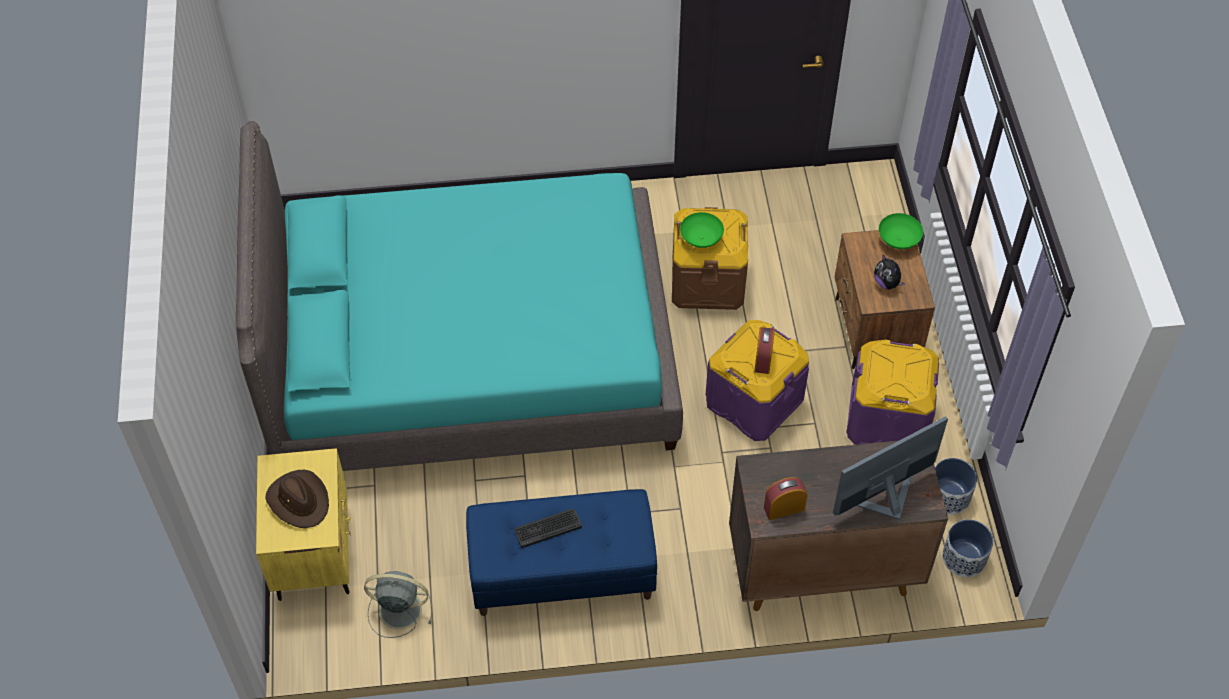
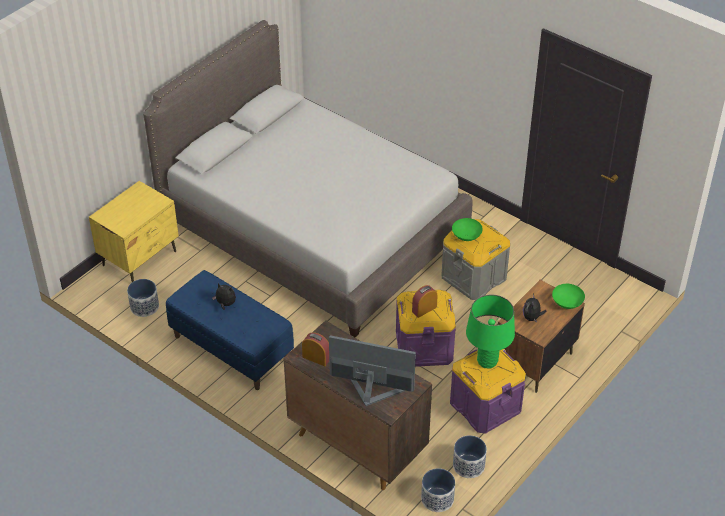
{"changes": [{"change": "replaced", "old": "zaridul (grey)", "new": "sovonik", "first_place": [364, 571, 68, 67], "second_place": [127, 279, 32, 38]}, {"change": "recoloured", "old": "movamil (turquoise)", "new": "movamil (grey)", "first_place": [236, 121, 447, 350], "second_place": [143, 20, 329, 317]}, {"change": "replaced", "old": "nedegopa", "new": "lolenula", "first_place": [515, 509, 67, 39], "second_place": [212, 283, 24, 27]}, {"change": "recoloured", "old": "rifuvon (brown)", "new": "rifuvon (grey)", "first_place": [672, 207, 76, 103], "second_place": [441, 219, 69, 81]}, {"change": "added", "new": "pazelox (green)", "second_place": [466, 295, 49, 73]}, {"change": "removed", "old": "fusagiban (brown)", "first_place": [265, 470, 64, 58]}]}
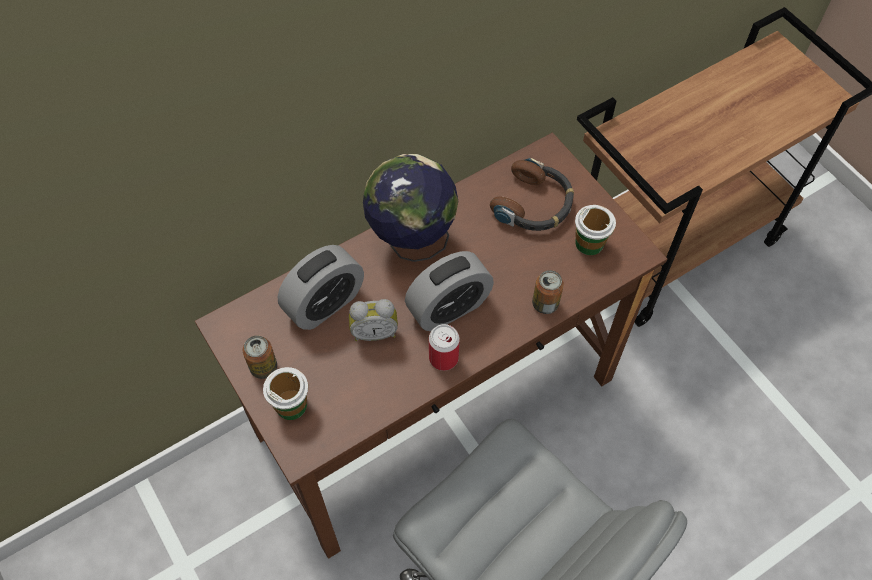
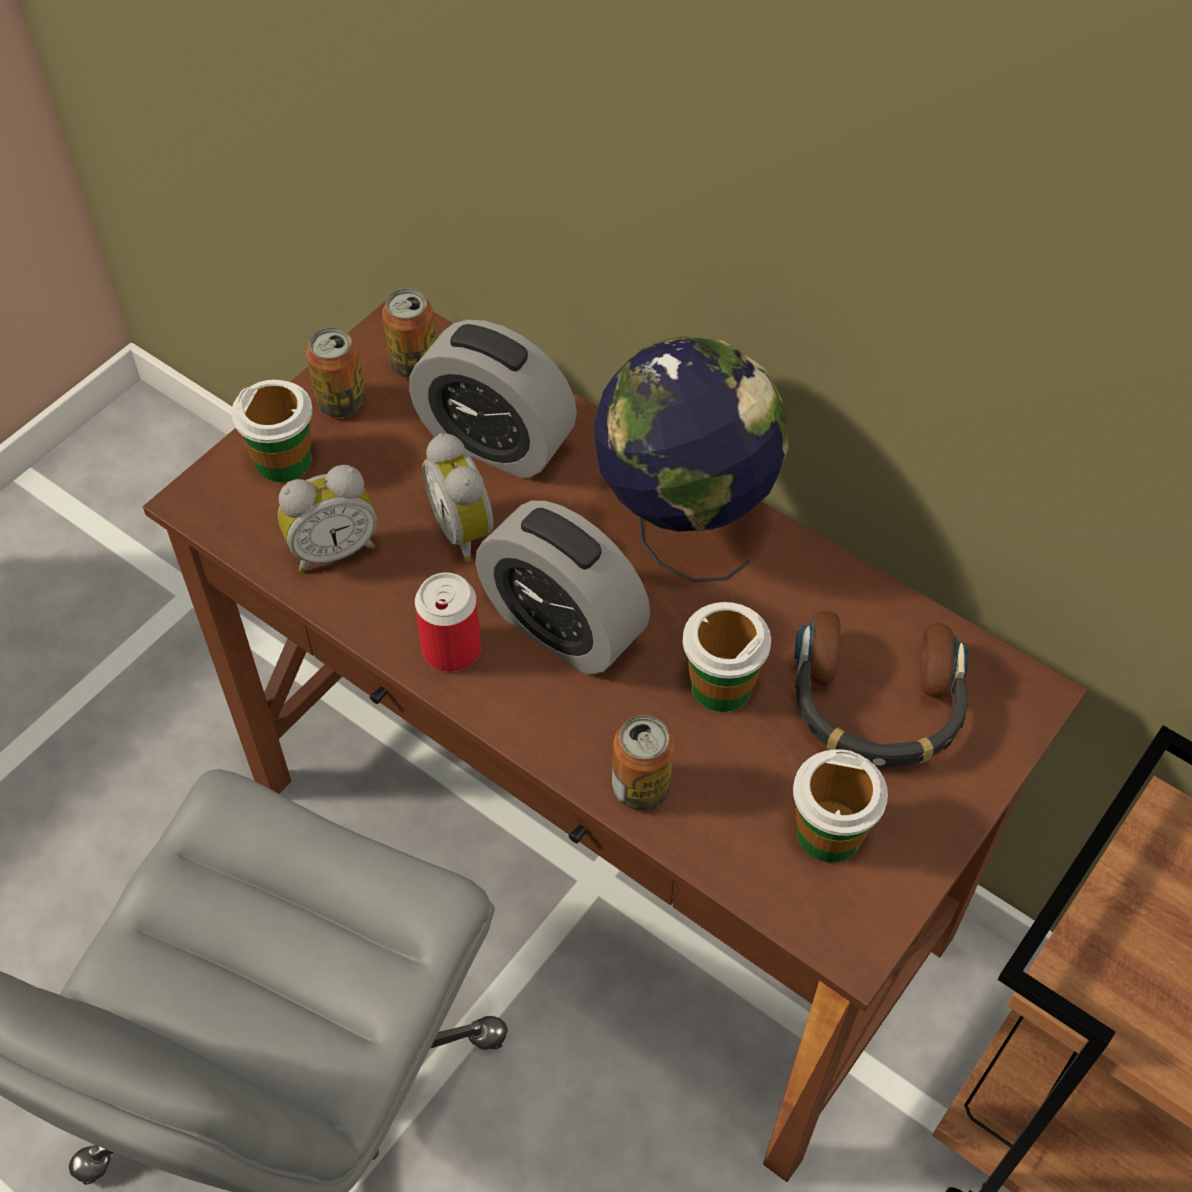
{"changes": [{"change": "added", "new": "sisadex", "second_place": [278, 465, 99, 108]}, {"change": "added", "new": "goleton", "second_place": [382, 288, 54, 90]}, {"change": "added", "new": "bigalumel", "second_place": [683, 602, 88, 110]}]}
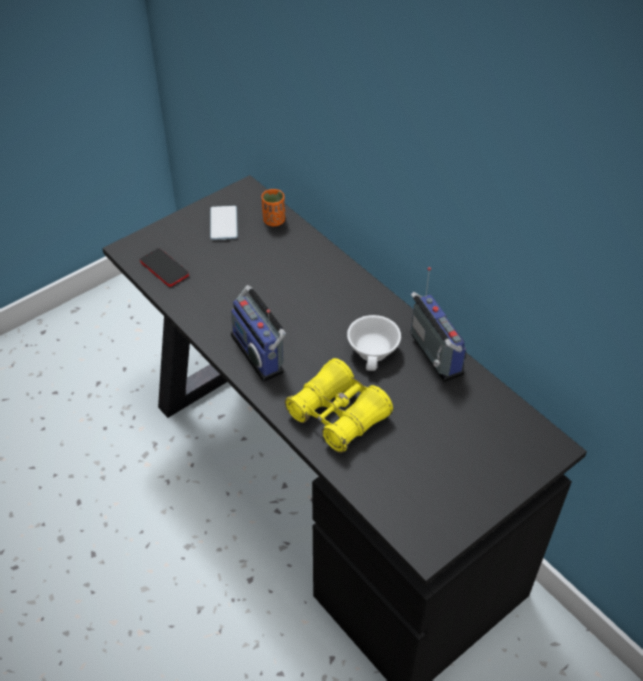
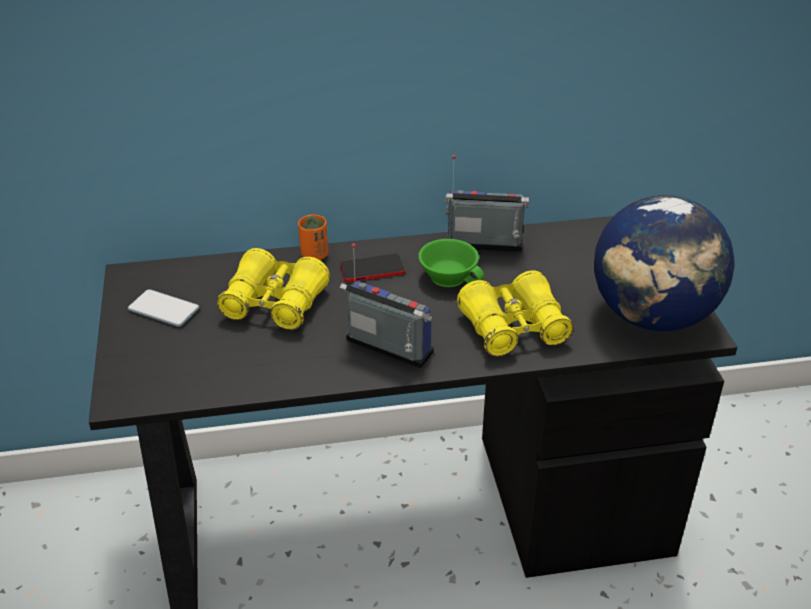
{"changes": [{"change": "added", "new": "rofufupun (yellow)", "second_place": [217, 248, 113, 82]}, {"change": "moved", "old": "bigalumel (orange)", "first_place": [262, 189, 23, 37], "second_place": [298, 215, 30, 45]}, {"change": "moved", "old": "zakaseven", "first_place": [140, 248, 49, 39], "second_place": [339, 254, 66, 28]}, {"change": "turned", "old": "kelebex", "first_place": [231, 285, 55, 97], "second_place": [340, 243, 94, 125], "degrees": -150}, {"change": "recoloured", "old": "bigalumel (white)", "new": "bigalumel (green)", "first_place": [347, 315, 54, 56], "second_place": [418, 239, 66, 48]}, {"change": "added", "new": "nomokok", "second_place": [594, 195, 140, 136]}]}
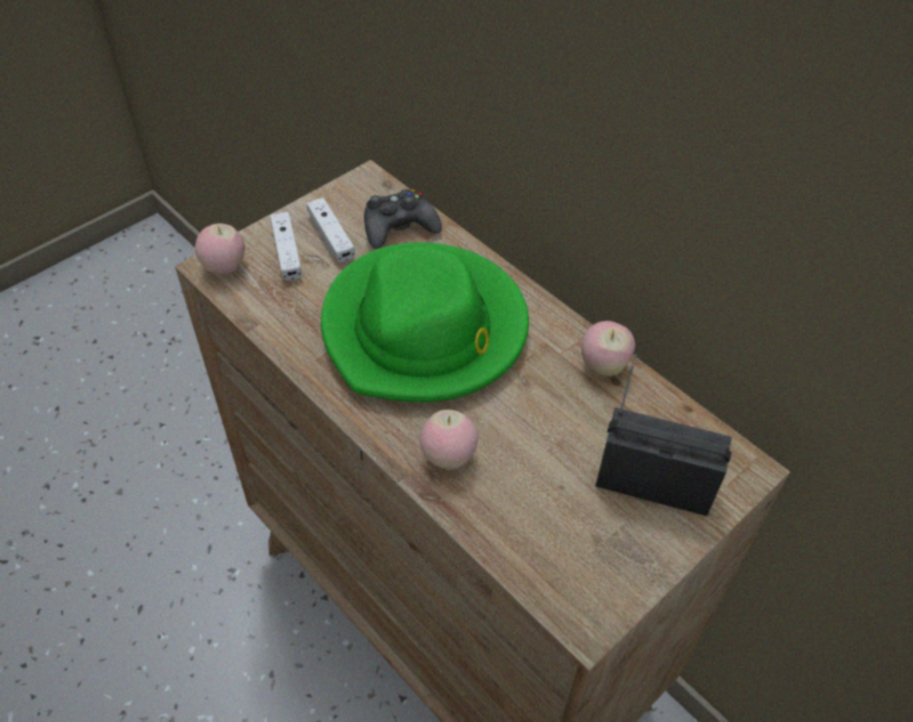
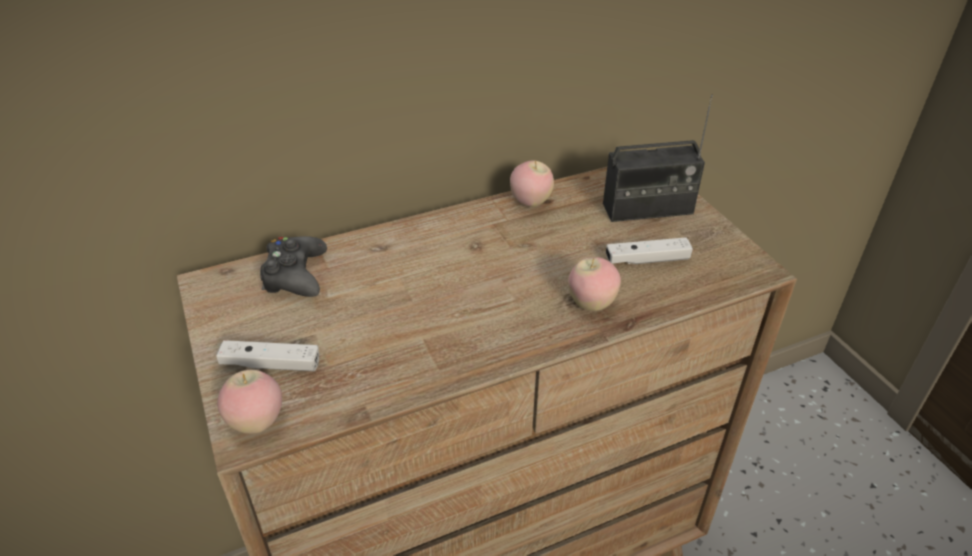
{"changes": [{"change": "turned", "old": "kelebex", "first_place": [595, 354, 137, 162], "second_place": [603, 95, 110, 127], "degrees": -135}, {"change": "moved", "old": "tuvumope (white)", "first_place": [307, 198, 48, 65], "second_place": [606, 237, 87, 27]}, {"change": "removed", "old": "fusagiban (green)", "first_place": [321, 242, 208, 160]}]}
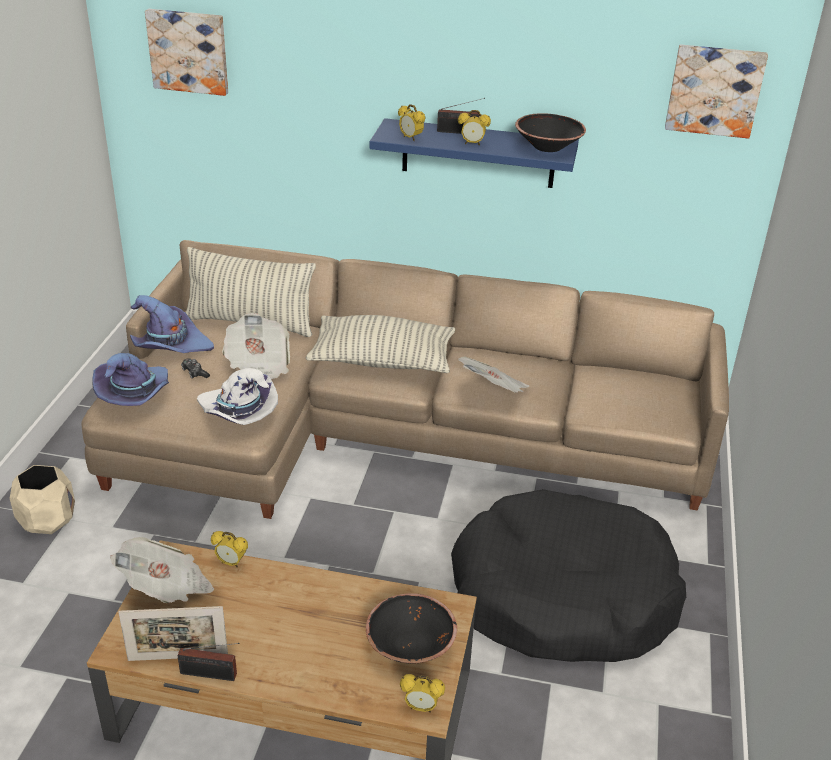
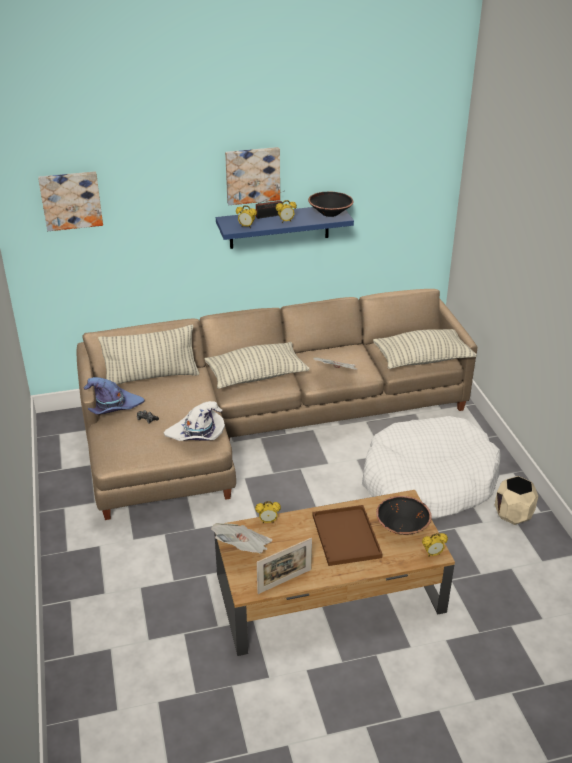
{"changes": [{"change": "moved", "old": "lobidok", "first_place": [665, 44, 103, 94], "second_place": [225, 147, 55, 58]}, {"change": "added", "new": "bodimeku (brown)", "second_place": [312, 505, 71, 61]}, {"change": "recoloured", "old": "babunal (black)", "new": "babunal (white)", "first_place": [451, 489, 235, 173], "second_place": [362, 416, 139, 103]}, {"change": "added", "new": "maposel", "second_place": [373, 329, 104, 40]}, {"change": "moved", "old": "sovonik (beige)", "first_place": [10, 465, 65, 69], "second_place": [495, 476, 43, 49]}, {"change": "removed", "old": "fusagiban (purple)", "first_place": [92, 353, 77, 53]}, {"change": "removed", "old": "kelebex", "first_place": [178, 643, 62, 38]}, {"change": "removed", "old": "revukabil", "first_place": [222, 313, 68, 66]}]}
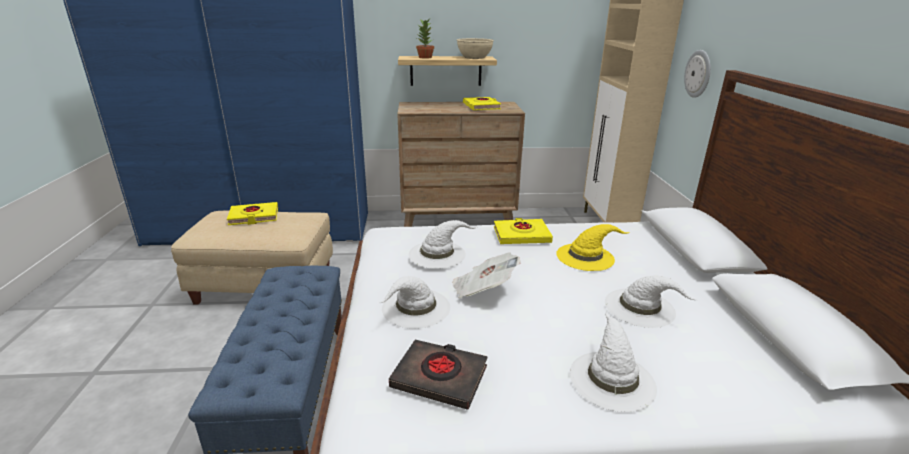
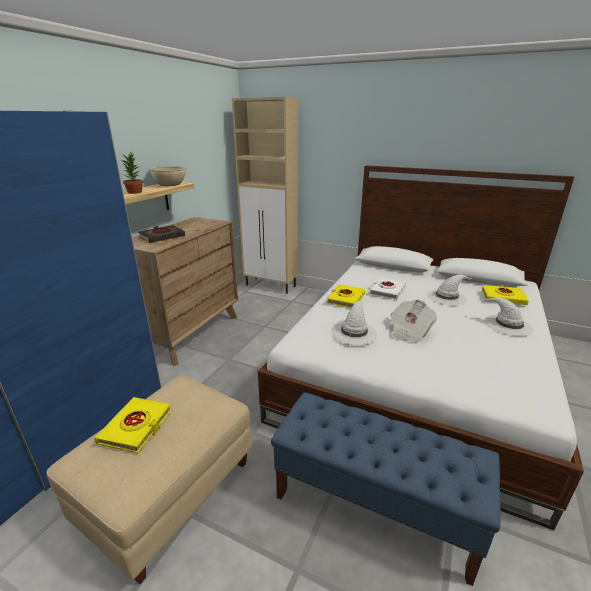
{"changes": [{"change": "moved", "old": "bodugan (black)", "first_place": [389, 340, 98, 70], "second_place": [138, 225, 47, 18]}, {"change": "replaced", "old": "fusagiban (yellow)", "new": "bodugan (white)", "first_place": [556, 224, 74, 47], "second_place": [369, 277, 37, 23]}, {"change": "moved", "old": "bodugan (yellow)", "first_place": [463, 97, 38, 13], "second_place": [482, 285, 47, 20]}, {"change": "removed", "old": "fusagiban (white)", "first_place": [380, 276, 70, 53]}, {"change": "removed", "old": "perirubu", "first_place": [684, 50, 27, 48]}]}
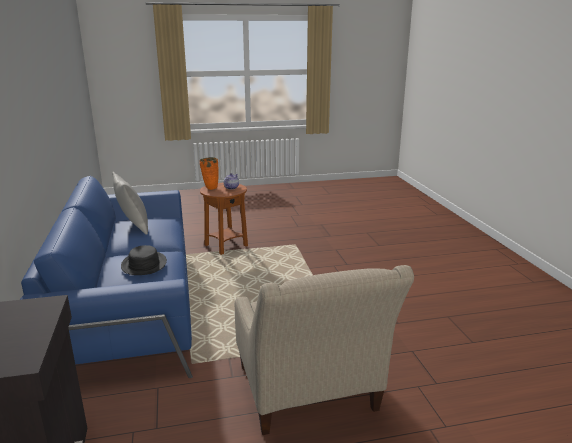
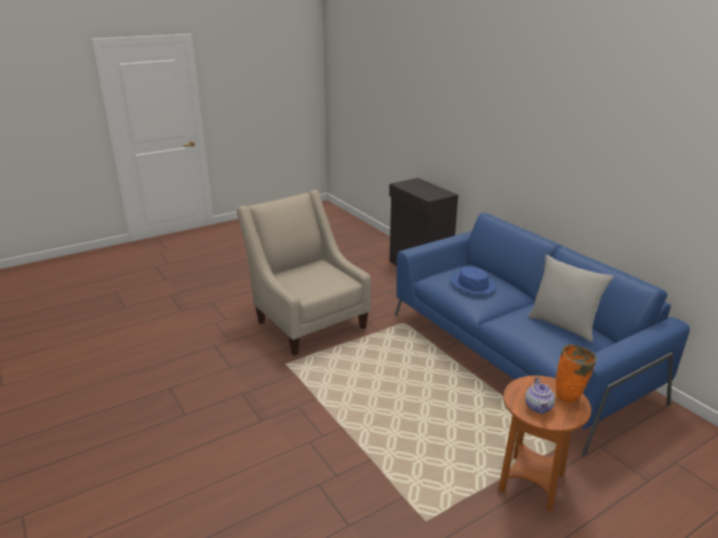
{"changes": [{"change": "recoloured", "old": "fusagiban (black)", "new": "fusagiban (blue)", "first_place": [121, 245, 46, 30], "second_place": [450, 267, 47, 27]}]}
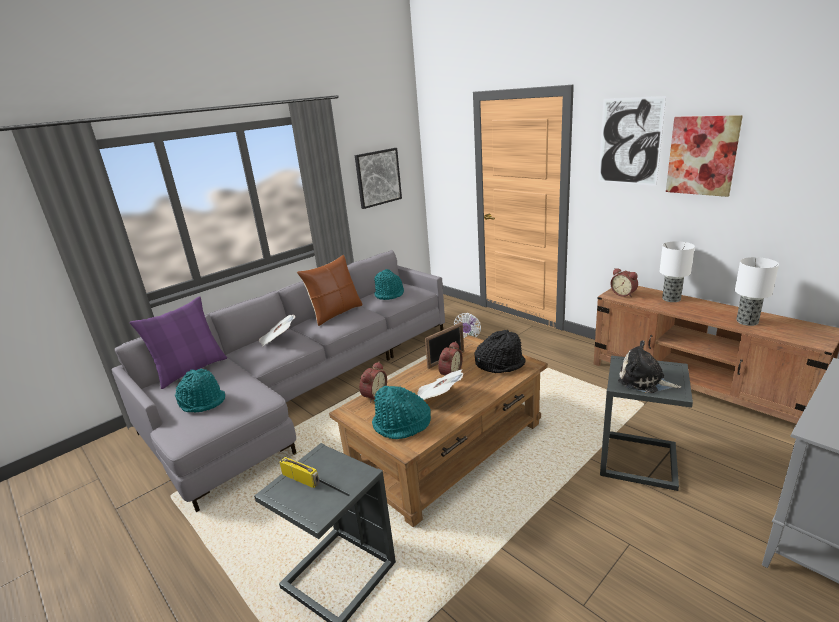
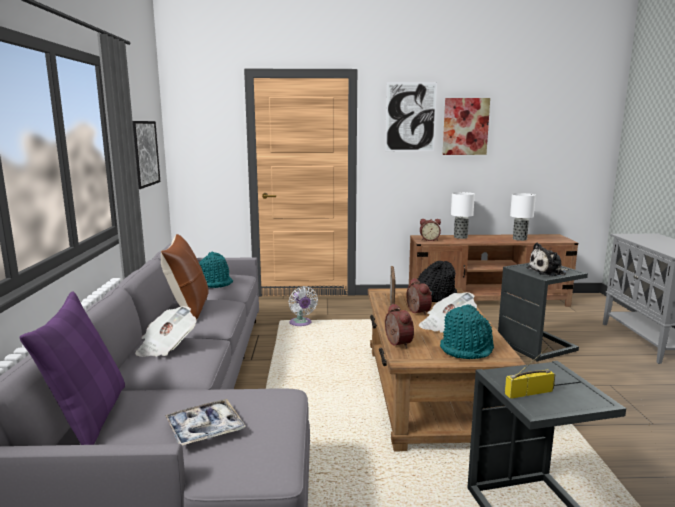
{"changes": [{"change": "replaced", "old": "fusagiban (turquoise)", "new": "bodimeku", "first_place": [175, 369, 50, 44], "second_place": [165, 399, 81, 46]}]}
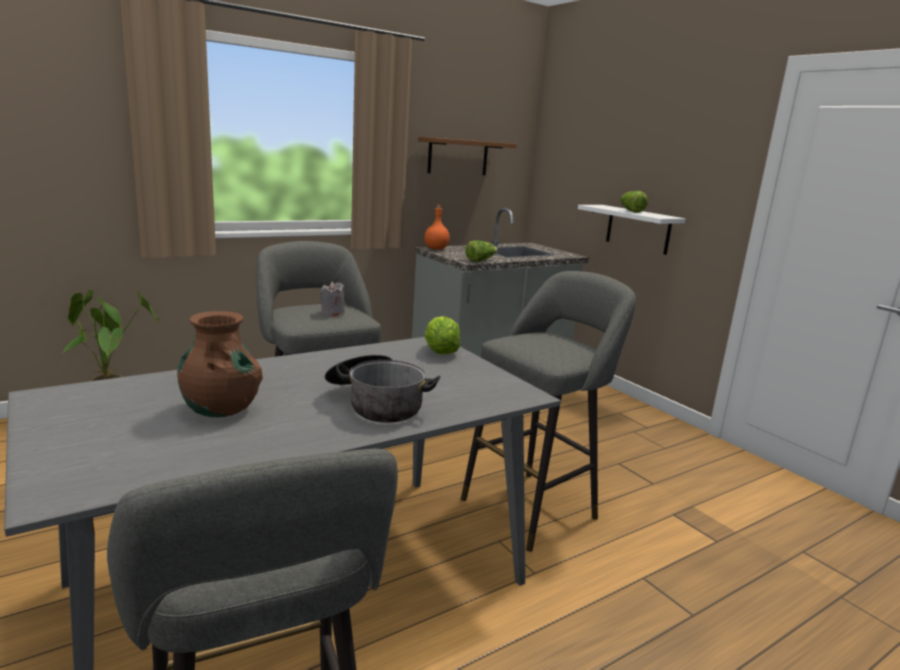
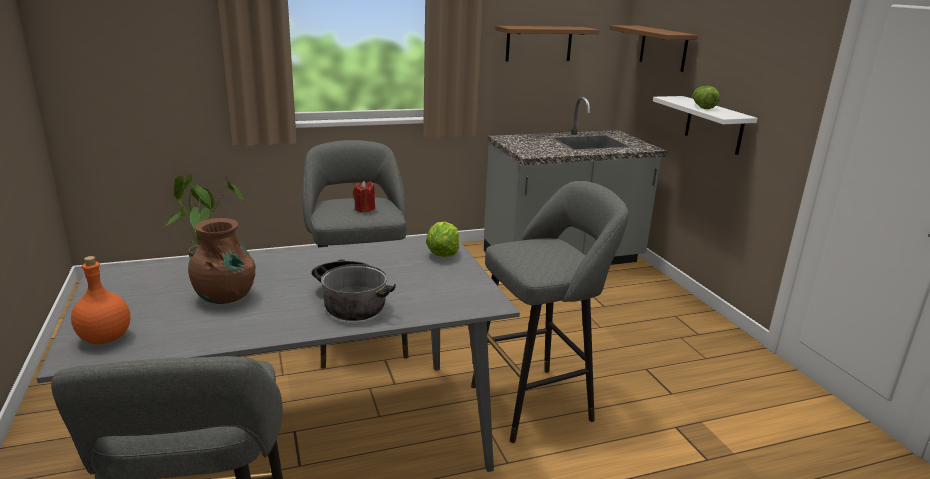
{"changes": [{"change": "moved", "old": "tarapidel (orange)", "first_place": [424, 205, 26, 45], "second_place": [71, 256, 59, 89]}, {"change": "recoloured", "old": "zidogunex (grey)", "new": "zidogunex (red)", "first_place": [320, 281, 25, 35], "second_place": [353, 181, 22, 31]}, {"change": "added", "new": "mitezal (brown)", "second_place": [609, 25, 89, 47]}, {"change": "removed", "old": "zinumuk", "first_place": [465, 241, 32, 21]}]}
